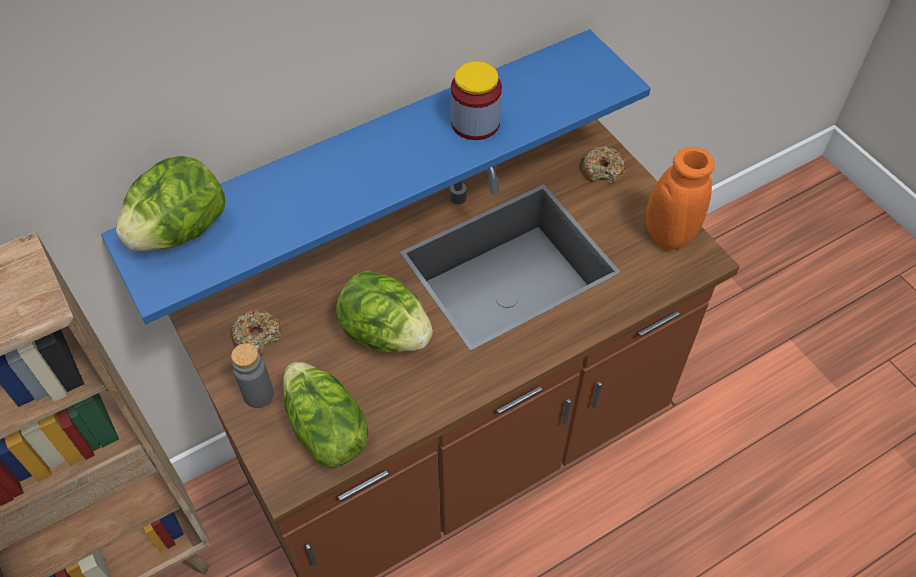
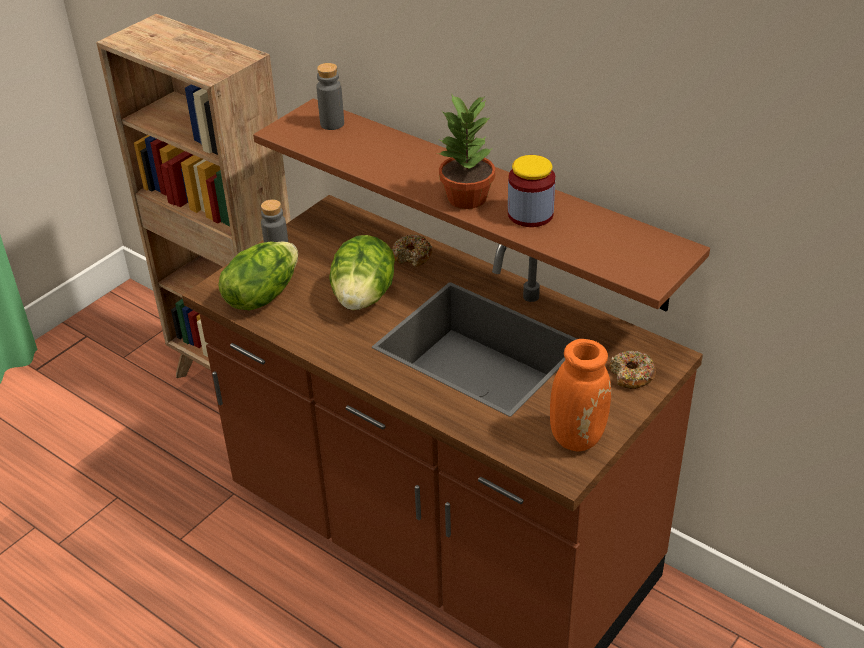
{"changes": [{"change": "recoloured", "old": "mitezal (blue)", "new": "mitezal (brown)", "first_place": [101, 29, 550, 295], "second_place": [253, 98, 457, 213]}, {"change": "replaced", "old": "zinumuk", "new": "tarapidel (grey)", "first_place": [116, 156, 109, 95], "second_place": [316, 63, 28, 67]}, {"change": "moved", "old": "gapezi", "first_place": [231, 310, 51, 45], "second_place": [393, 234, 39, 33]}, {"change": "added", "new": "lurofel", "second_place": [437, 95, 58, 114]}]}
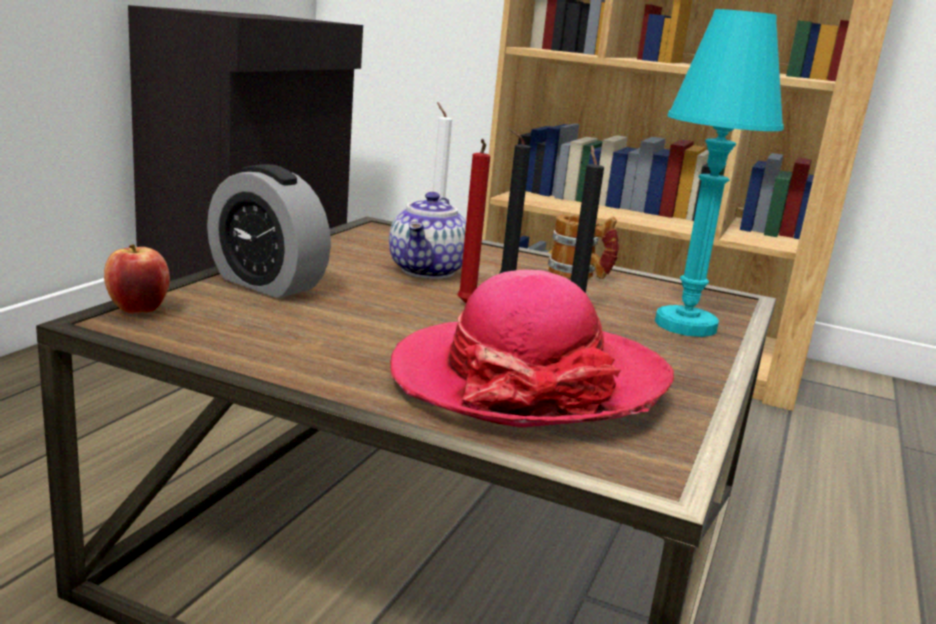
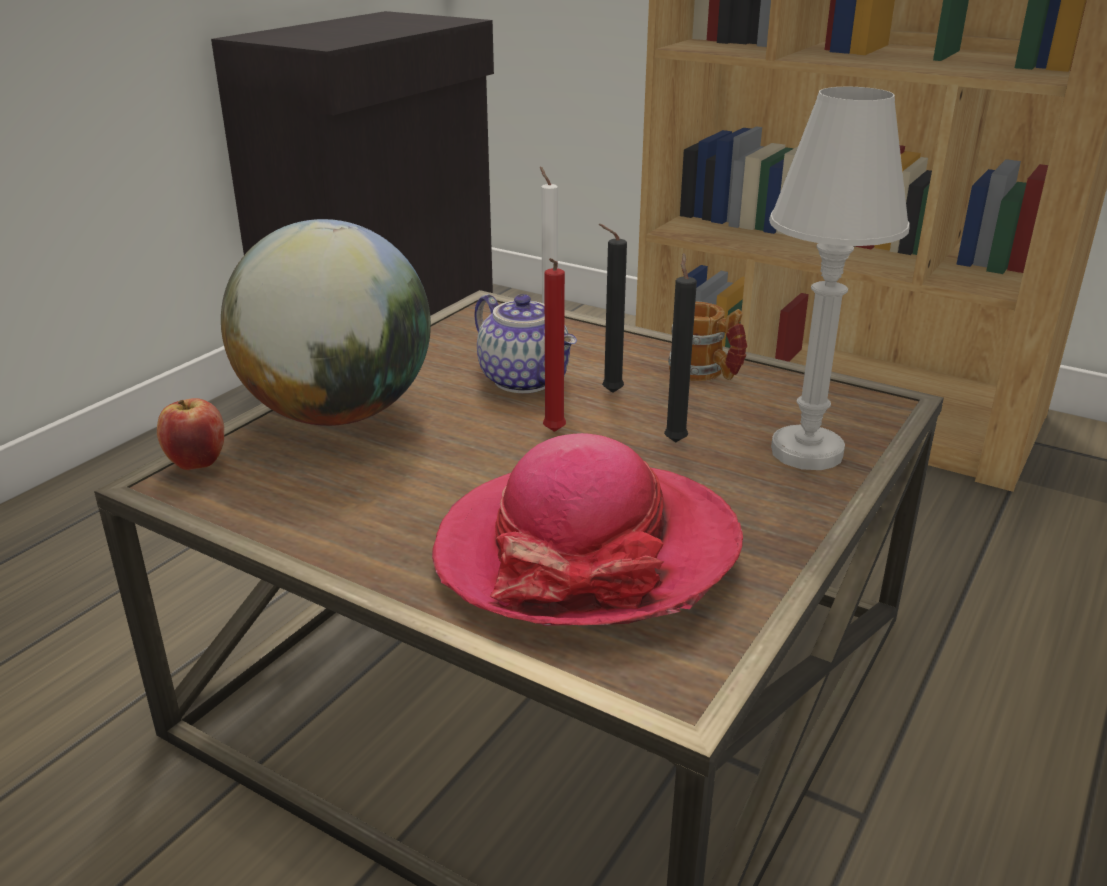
{"changes": [{"change": "replaced", "old": "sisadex", "new": "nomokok", "first_place": [207, 164, 124, 134], "second_place": [221, 219, 210, 207]}, {"change": "turned", "old": "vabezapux", "first_place": [389, 192, 77, 87], "second_place": [474, 294, 103, 99], "degrees": -60}, {"change": "recoloured", "old": "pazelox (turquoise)", "new": "pazelox (white)", "first_place": [655, 9, 129, 328], "second_place": [769, 87, 140, 383]}]}
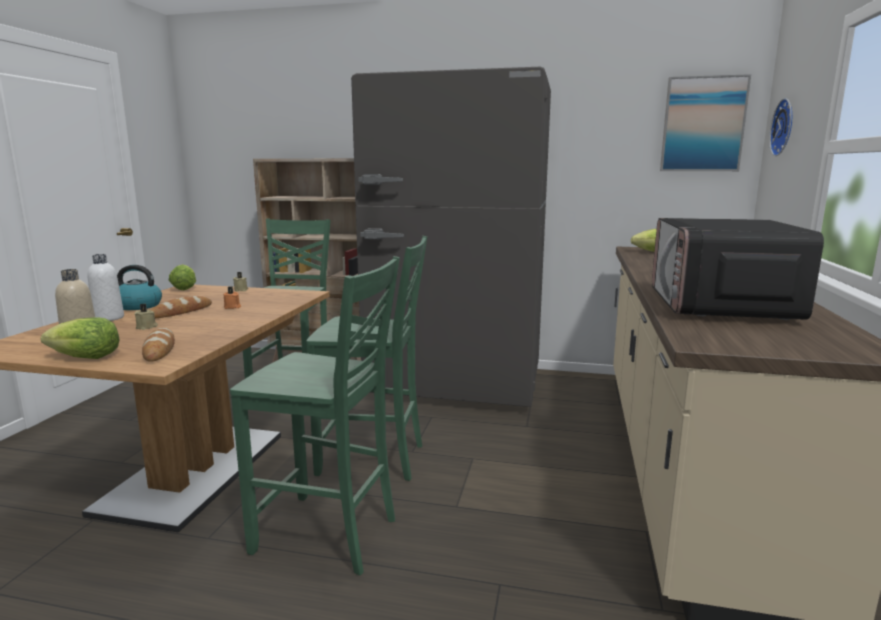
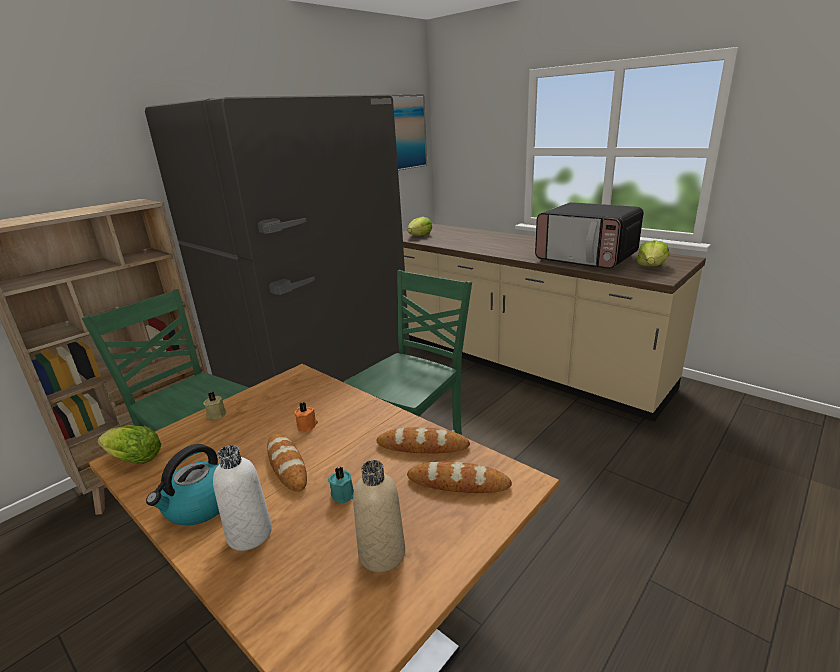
{"changes": [{"change": "recoloured", "old": "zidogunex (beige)", "new": "zidogunex (turquoise)", "first_place": [135, 304, 23, 26], "second_place": [328, 467, 26, 37]}, {"change": "added", "new": "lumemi", "second_place": [377, 427, 93, 27]}, {"change": "moved", "old": "zinumuk", "first_place": [40, 317, 80, 42], "second_place": [637, 240, 32, 26]}, {"change": "removed", "old": "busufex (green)", "first_place": [230, 256, 170, 320]}, {"change": "removed", "old": "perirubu", "first_place": [769, 98, 23, 58]}]}
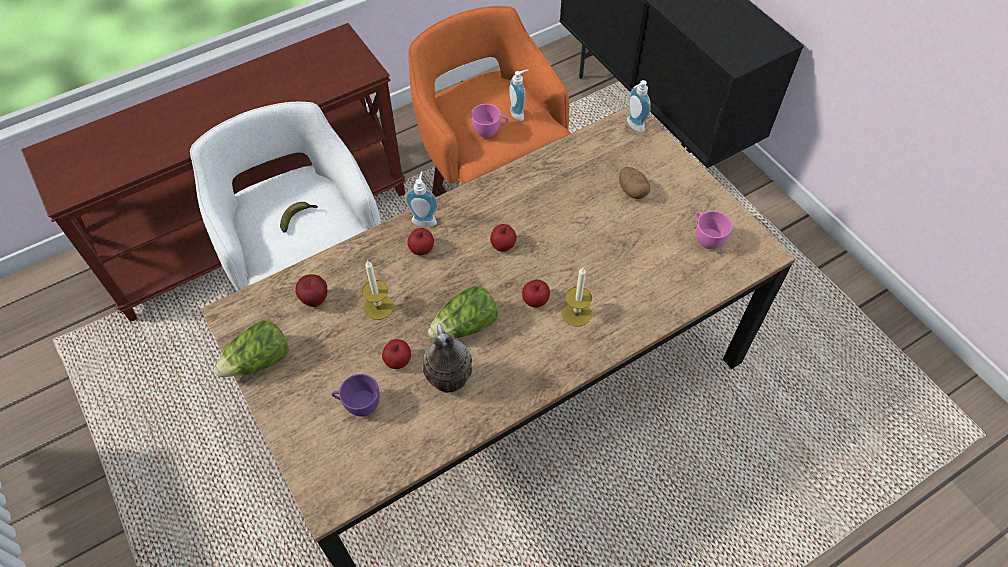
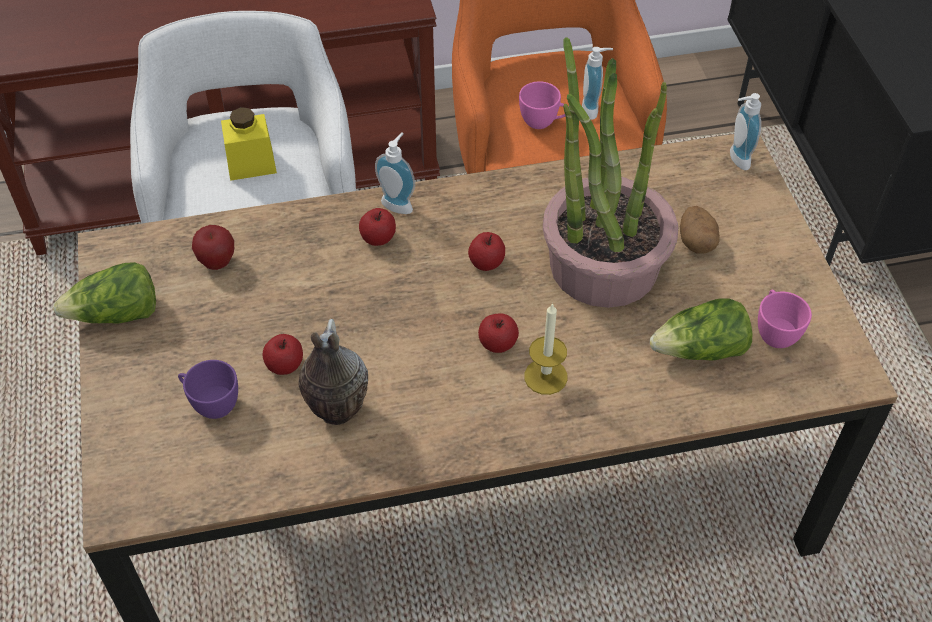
{"changes": [{"change": "replaced", "old": "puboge", "new": "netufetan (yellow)", "first_place": [280, 202, 38, 31], "second_place": [221, 107, 56, 74]}, {"change": "added", "new": "lurofel", "second_place": [543, 37, 135, 271]}, {"change": "moved", "old": "zinumuk", "first_place": [428, 286, 70, 53], "second_place": [650, 298, 103, 63]}, {"change": "removed", "old": "zidogunex", "first_place": [362, 260, 32, 60]}]}
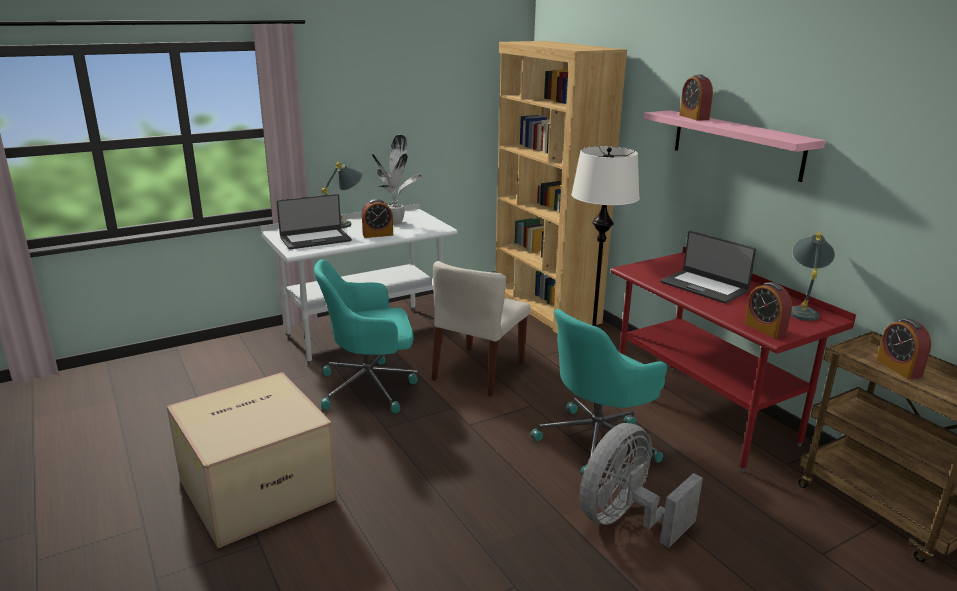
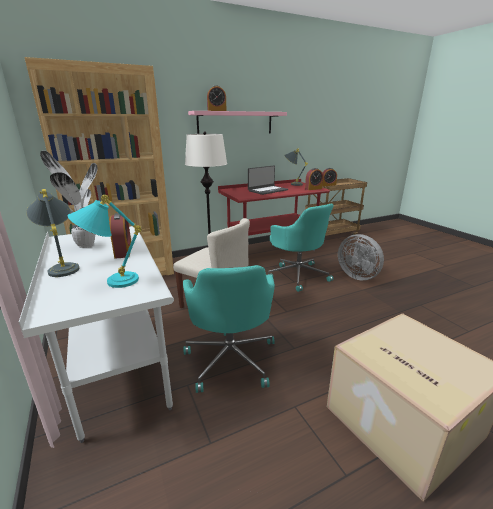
{"changes": [{"change": "replaced", "old": "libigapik", "new": "pazelox (turquoise)", "first_place": [276, 194, 76, 55], "second_place": [67, 195, 75, 93]}]}
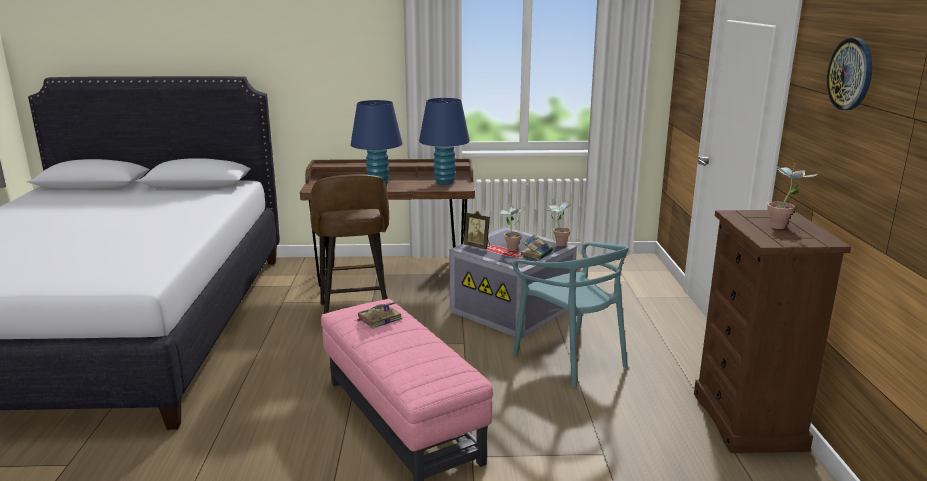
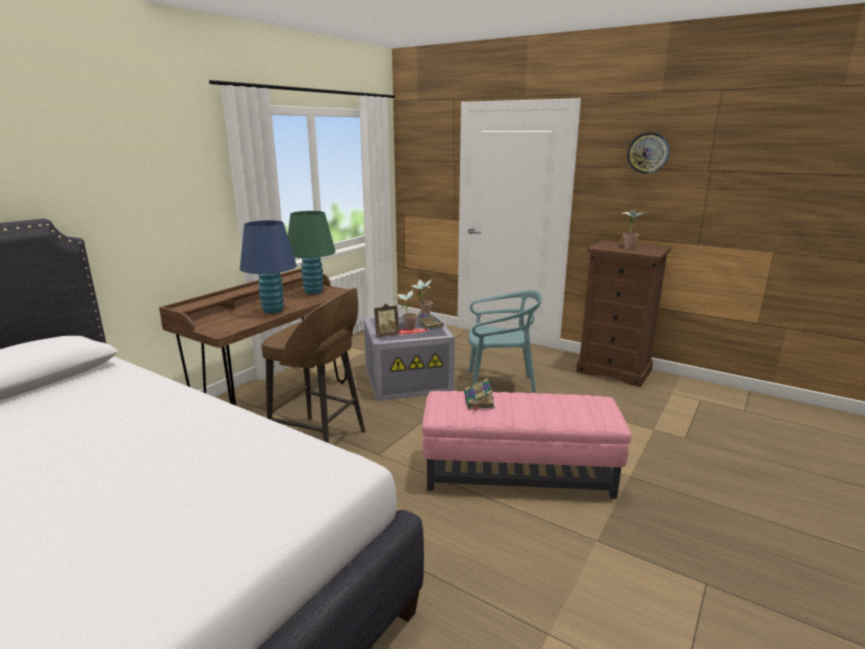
{"changes": [{"change": "recoloured", "old": "pazelox (blue)", "new": "pazelox (green)", "first_place": [419, 98, 51, 87], "second_place": [288, 211, 48, 84]}]}
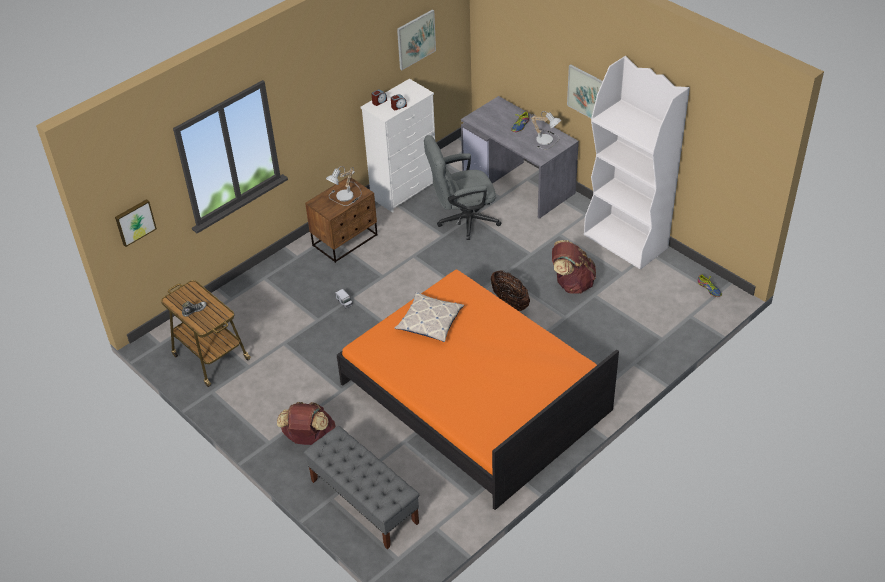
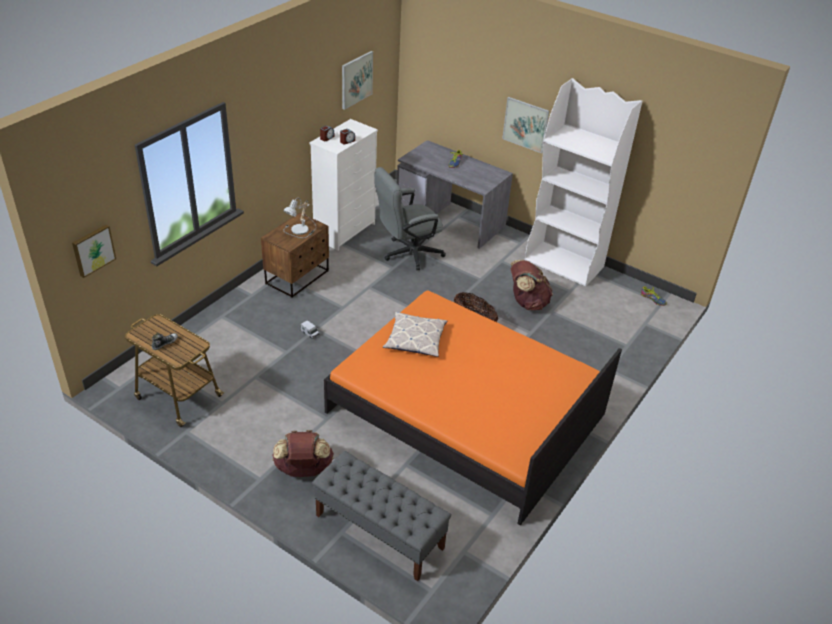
{"changes": [{"change": "removed", "old": "pazelox", "first_place": [530, 111, 31, 39]}]}
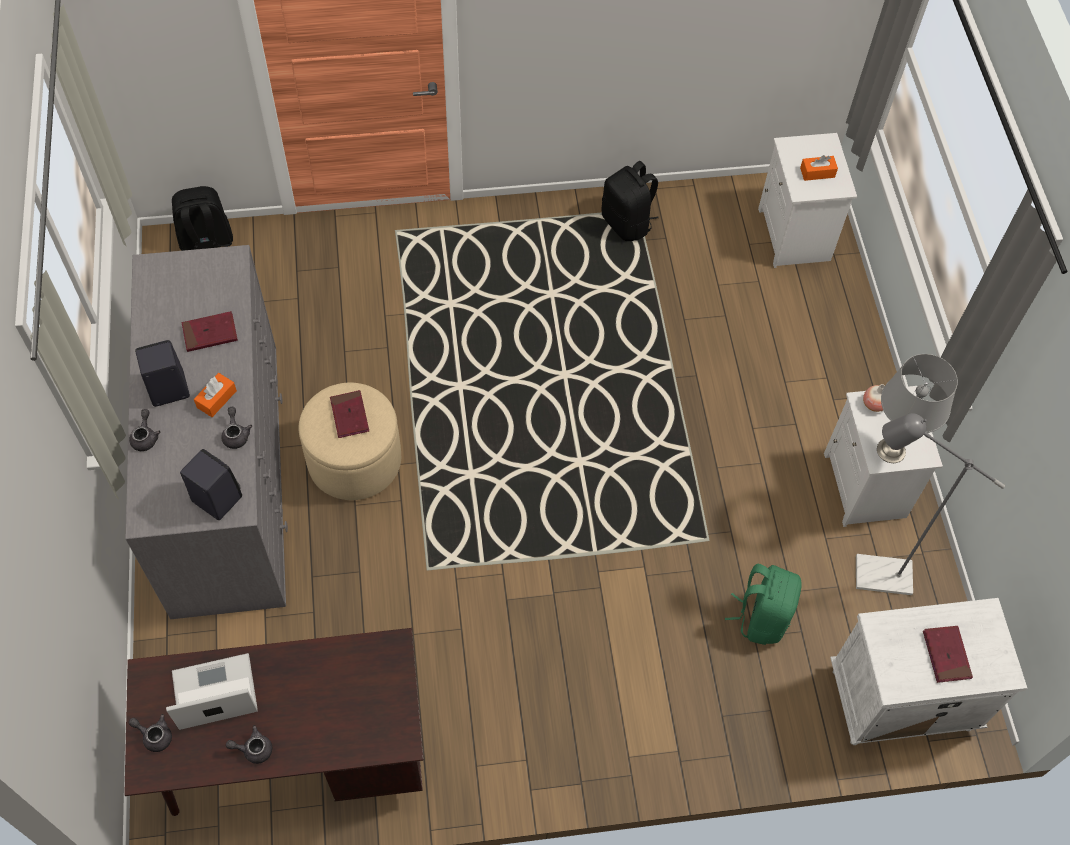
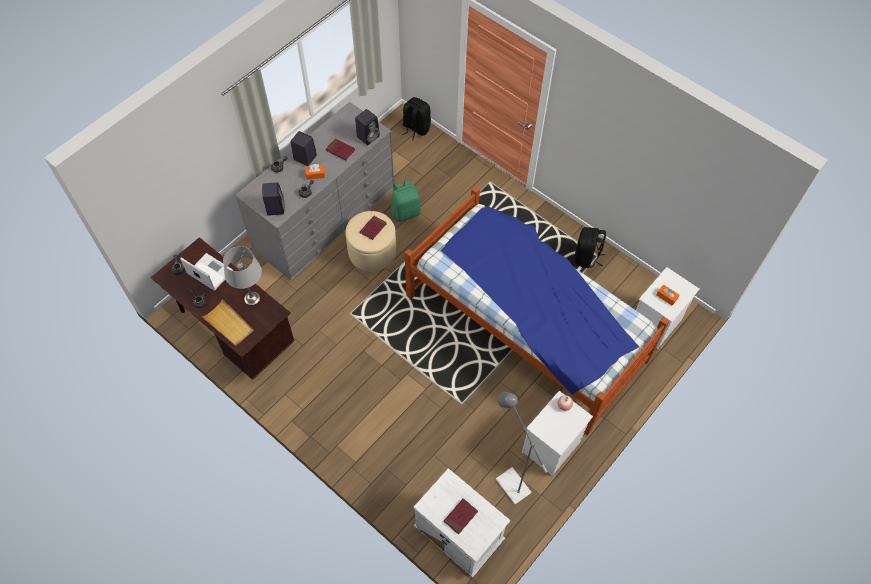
{"changes": [{"change": "added", "new": "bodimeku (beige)", "second_place": [201, 299, 53, 47]}, {"change": "moved", "old": "pazelox (grey)", "first_place": [877, 354, 81, 109], "second_place": [223, 246, 39, 59]}, {"change": "added", "new": "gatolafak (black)", "second_place": [355, 109, 25, 36]}, {"change": "moved", "old": "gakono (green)", "first_place": [725, 564, 77, 81], "second_place": [391, 179, 30, 43]}, {"change": "added", "new": "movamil", "second_place": [405, 186, 265, 249]}]}
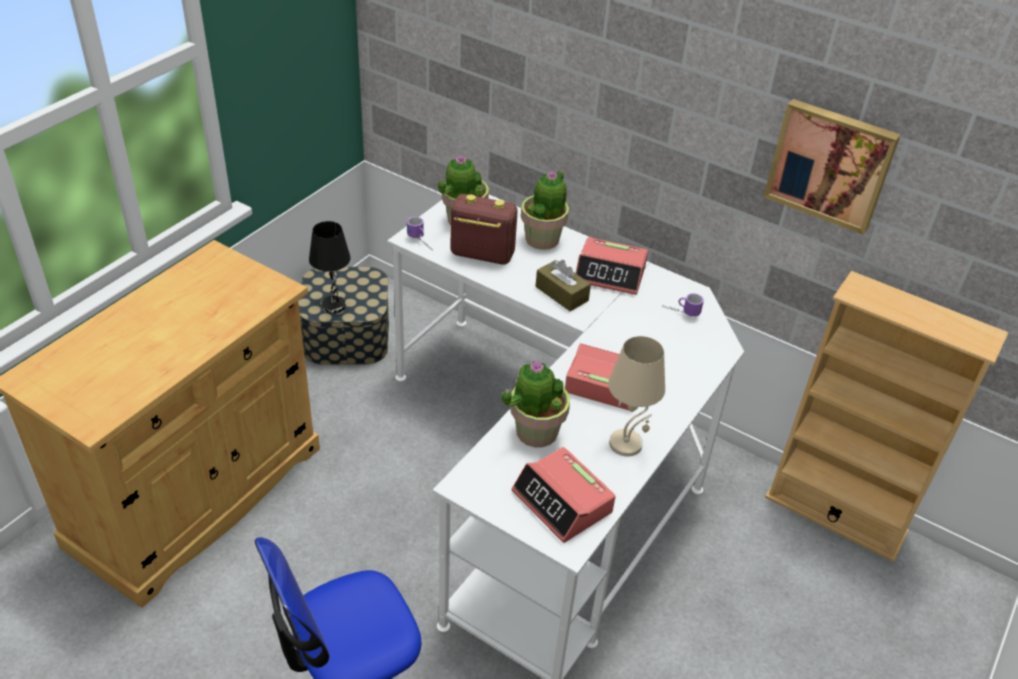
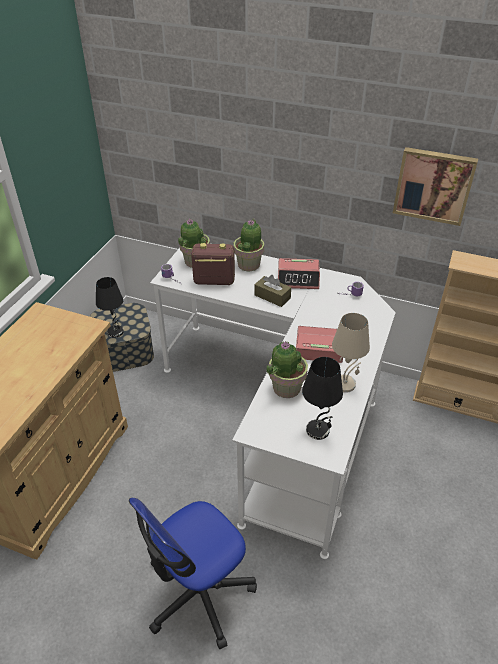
{"changes": [{"change": "replaced", "old": "sisadex", "new": "pazelox (black)", "first_place": [512, 447, 104, 96], "second_place": [302, 357, 41, 83]}]}
